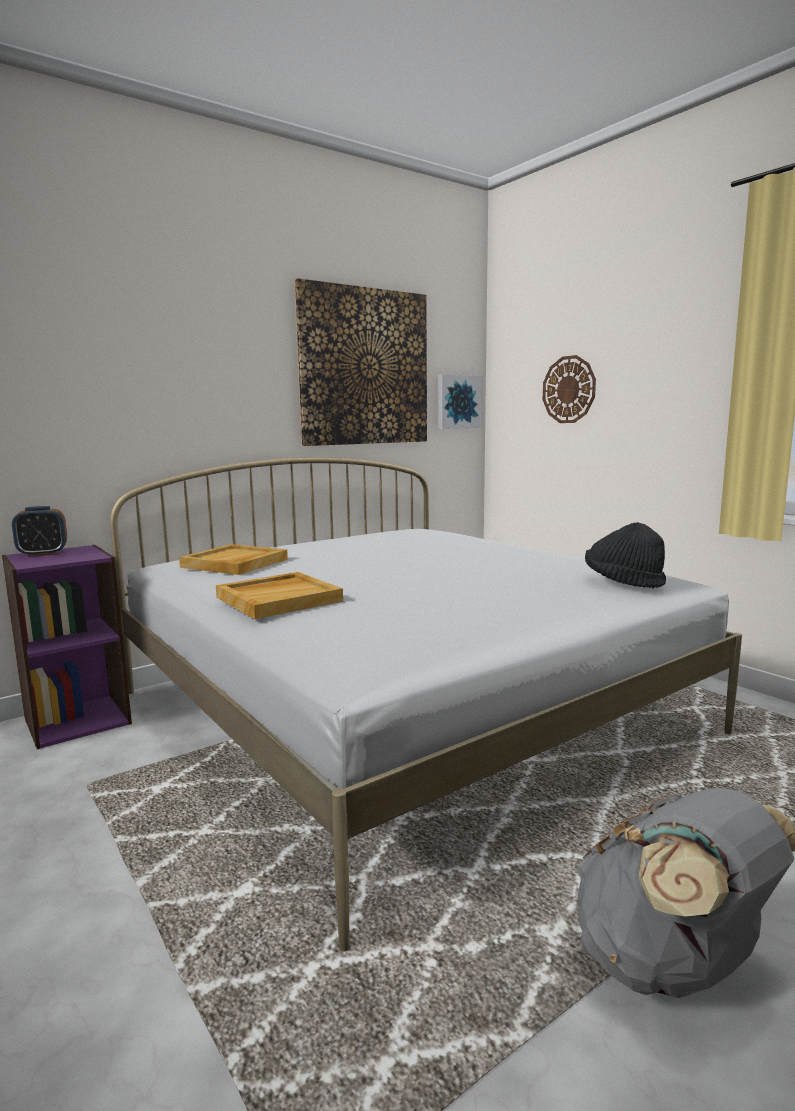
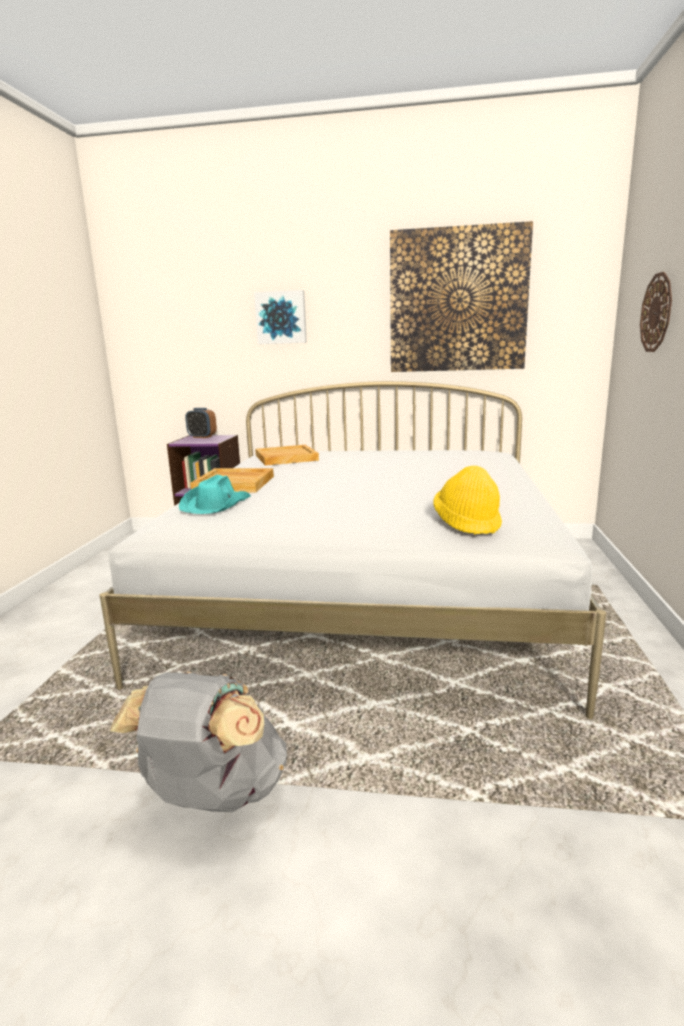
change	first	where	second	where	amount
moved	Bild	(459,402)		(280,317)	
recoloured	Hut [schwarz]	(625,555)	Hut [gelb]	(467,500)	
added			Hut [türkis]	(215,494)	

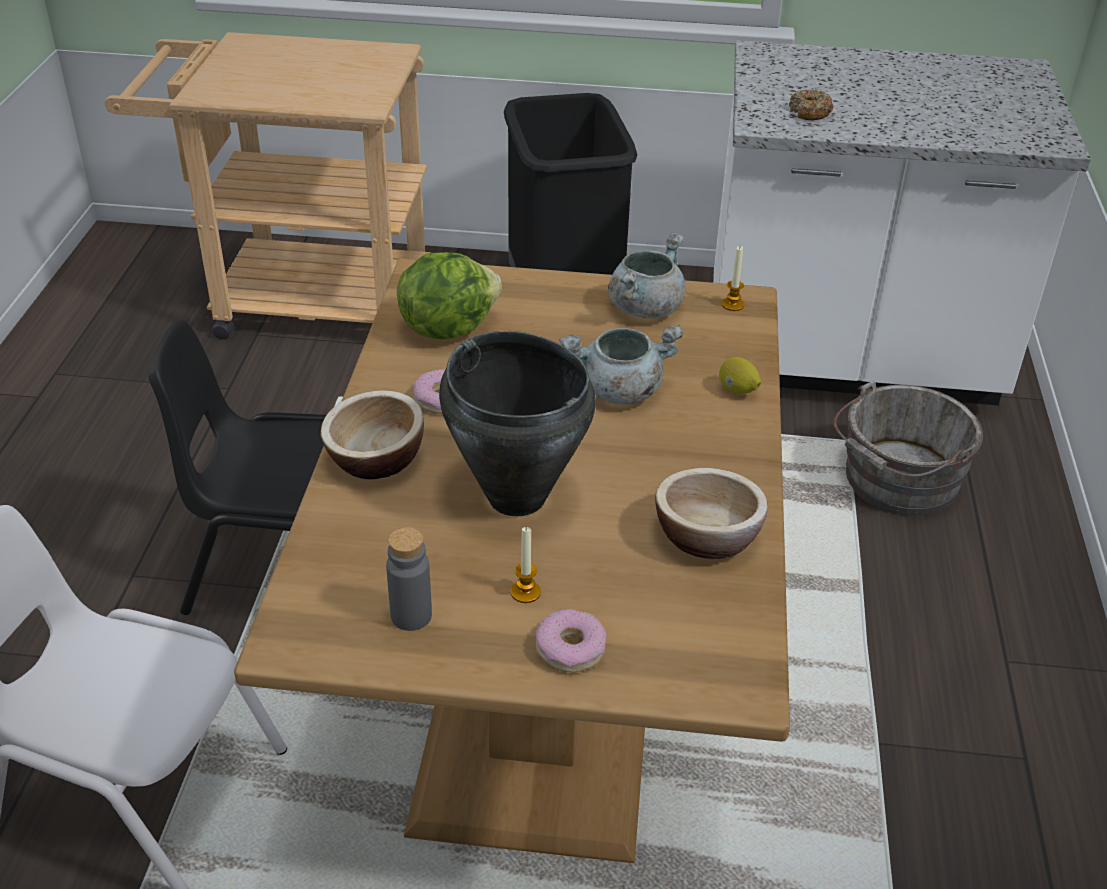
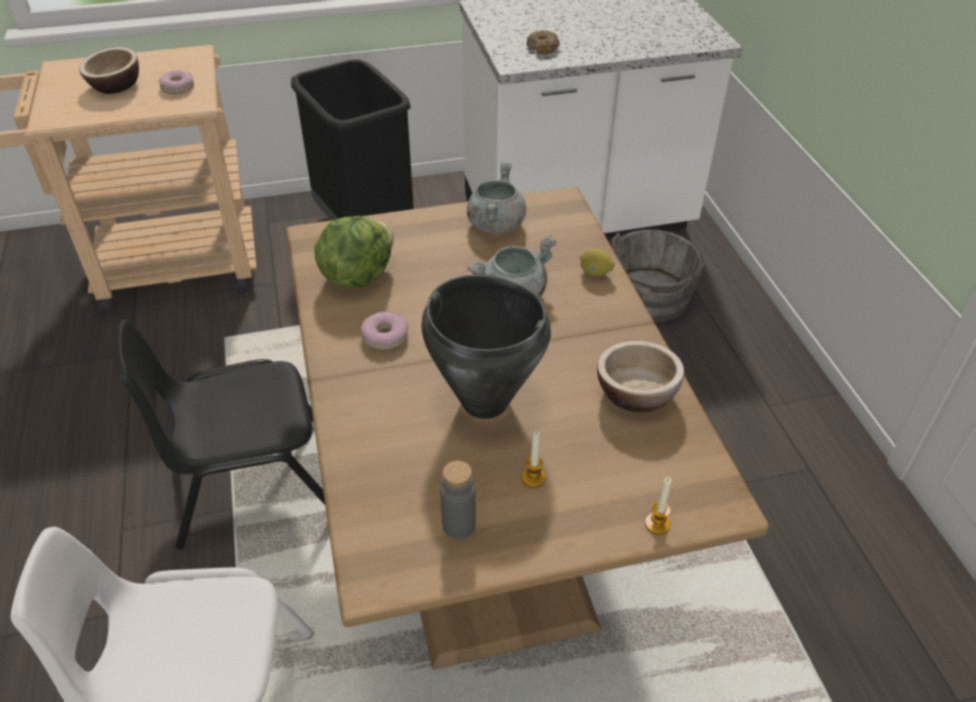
change	first	where	second	where	amount
moved	Kerze	(733,278)		(658,506)	
moved	Schüssel	(372,434)		(109,70)	
moved	Donut	(571,641)		(176,82)	

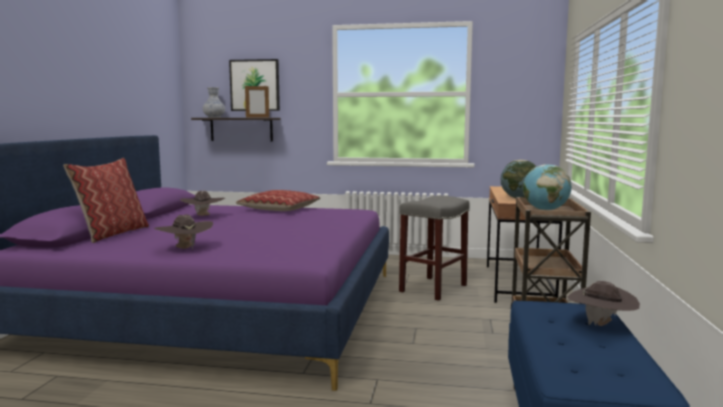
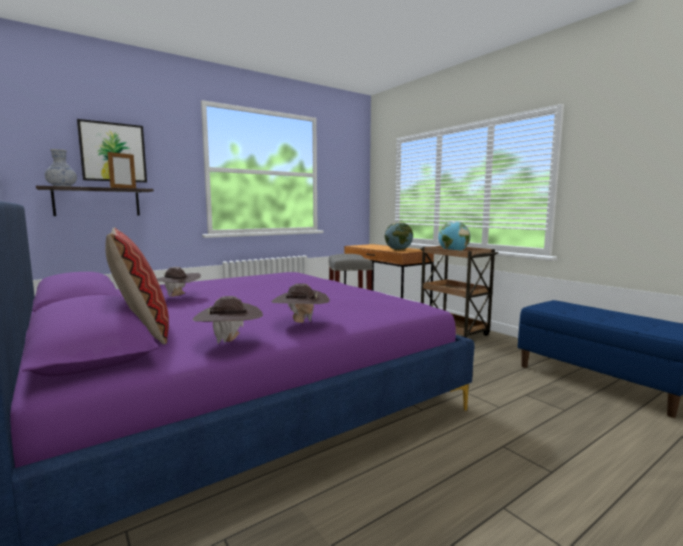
change	first	where	second	where	amount
removed	Kissen	(278,200)			
moved	Hut [braun]	(603,303)		(227,320)	

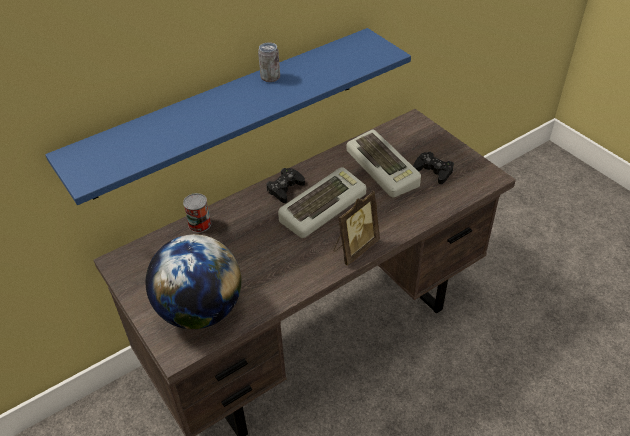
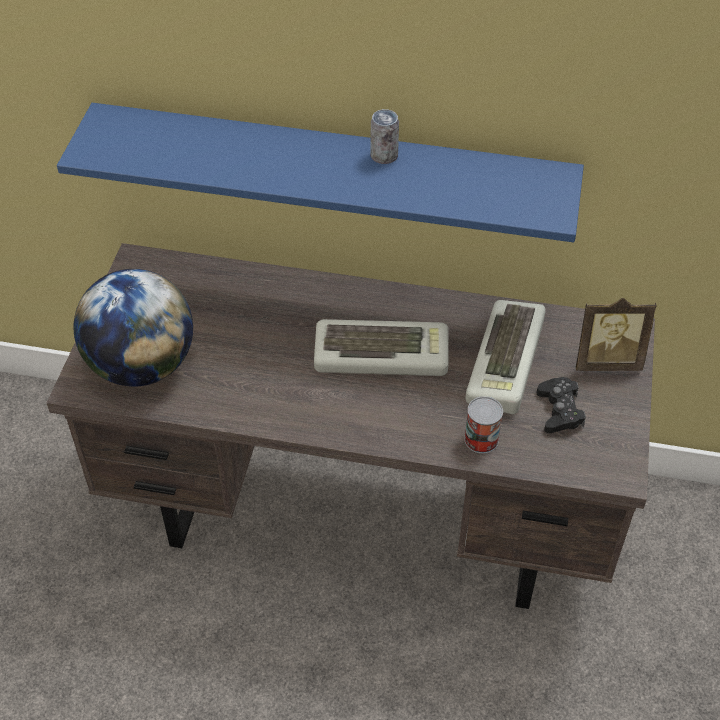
change	first	where	second	where	amount
removed	Gamepad [schwarz]	(285,185)			
moved	Bilderrahmen	(356,228)		(616,334)	
moved	Dose	(197,213)		(483,424)	

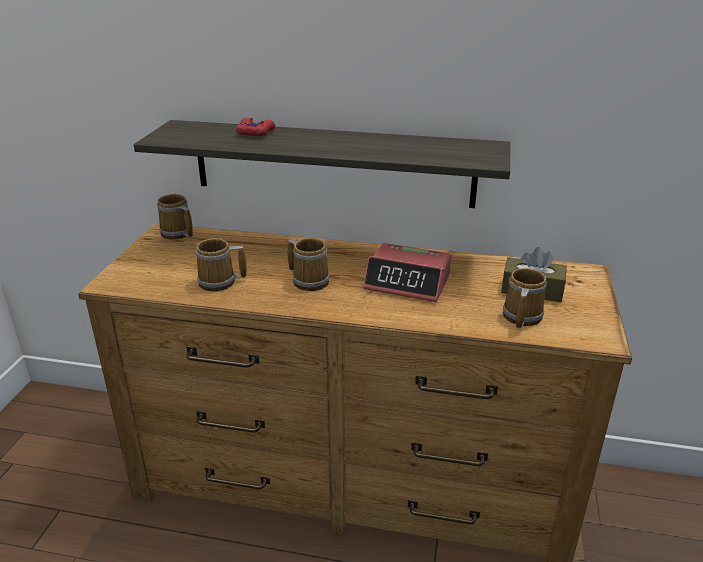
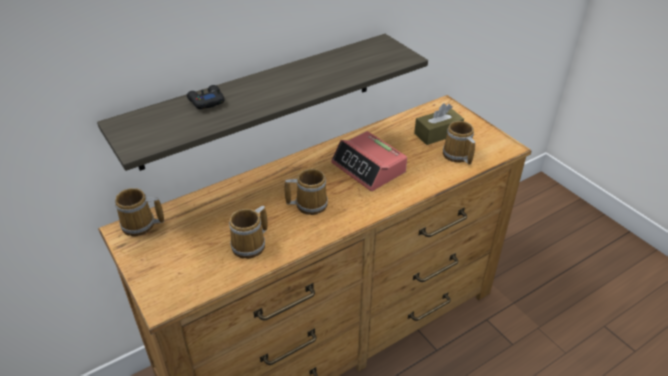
change	first	where	second	where	amount
recoloured	Gamepad [rot]	(255,127)	Gamepad [schwarz]	(205,97)	
turned	Wecker	(407,272)		(369,161)	75 degrees clockwise

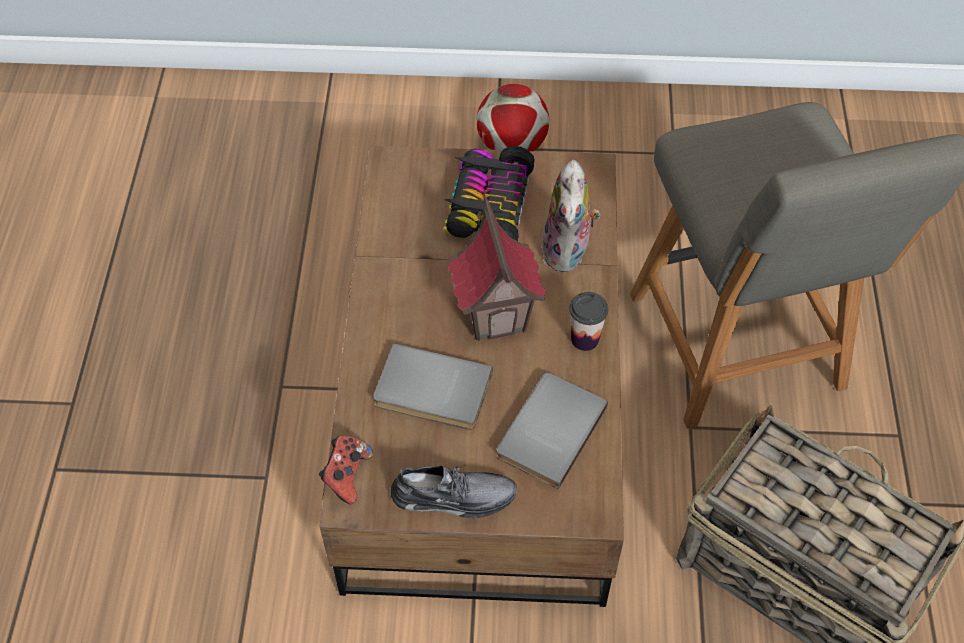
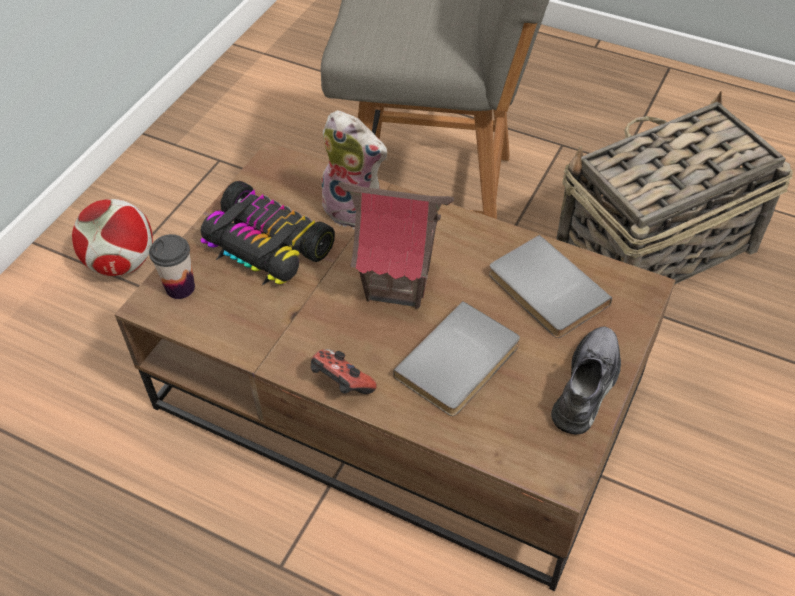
change	first	where	second	where	amount
moved	Tasse	(588,321)		(172,266)	
moved	Gamepad	(346,469)		(344,371)	

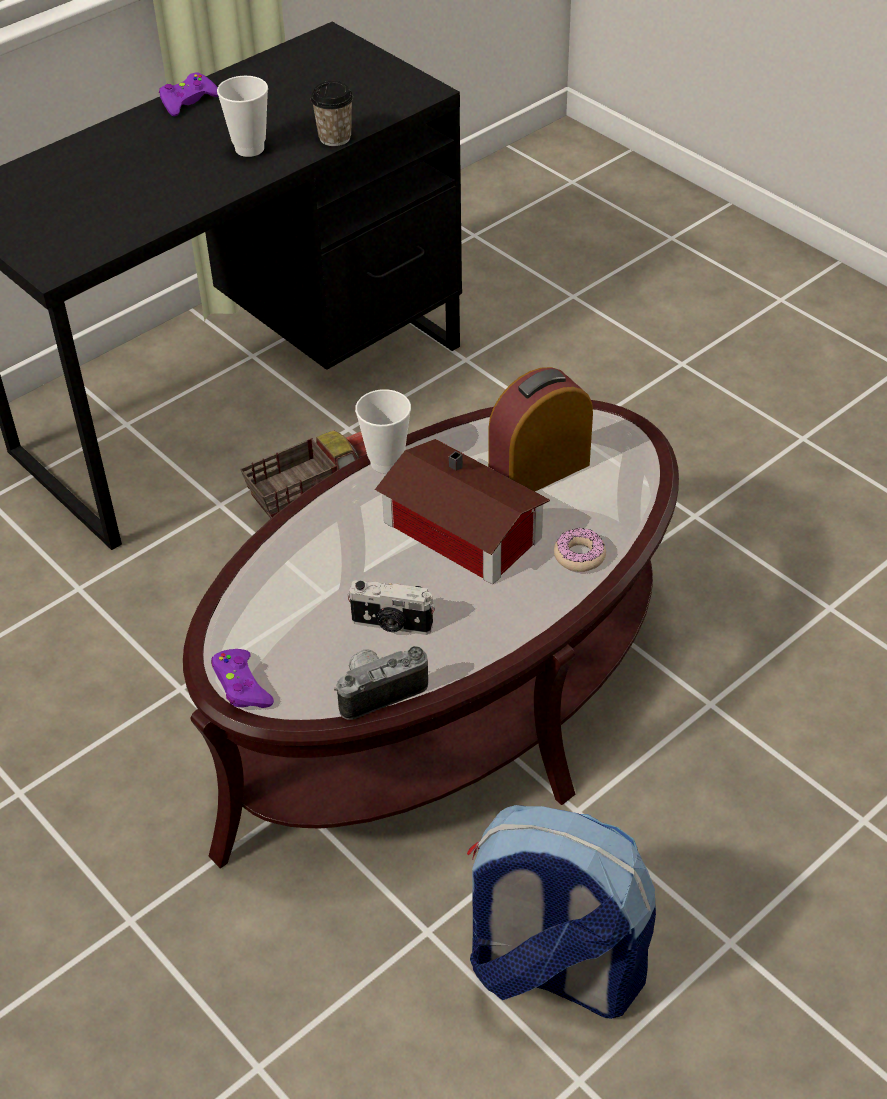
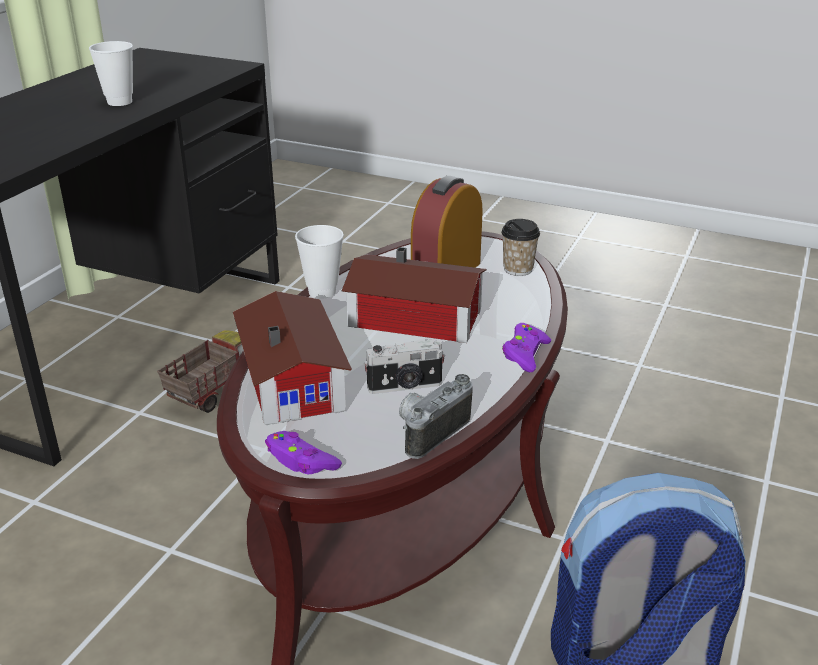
change	first	where	second	where	amount
moved	Gamepad [lila]	(189,94)		(526,347)	
moved	Tasse	(332,113)		(520,247)	
removed	Donut	(580,550)			
added			Spielzeughaus	(292,358)	

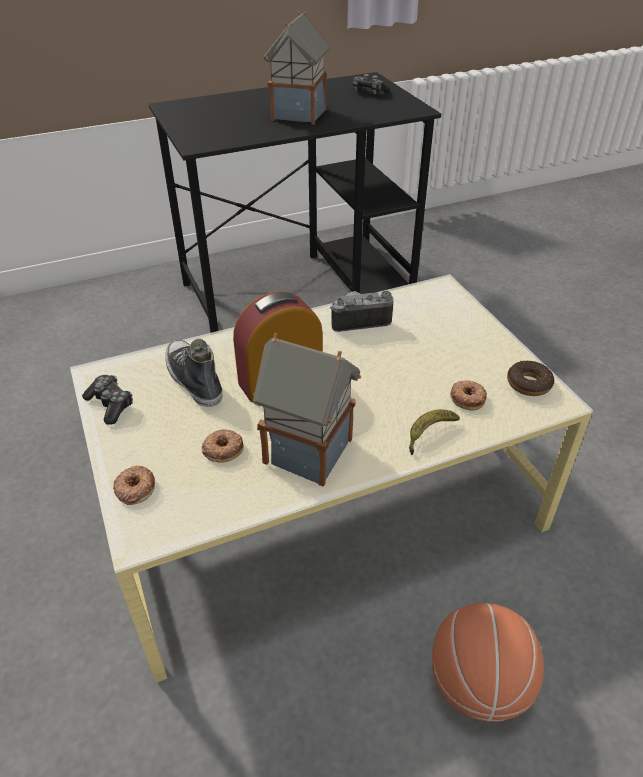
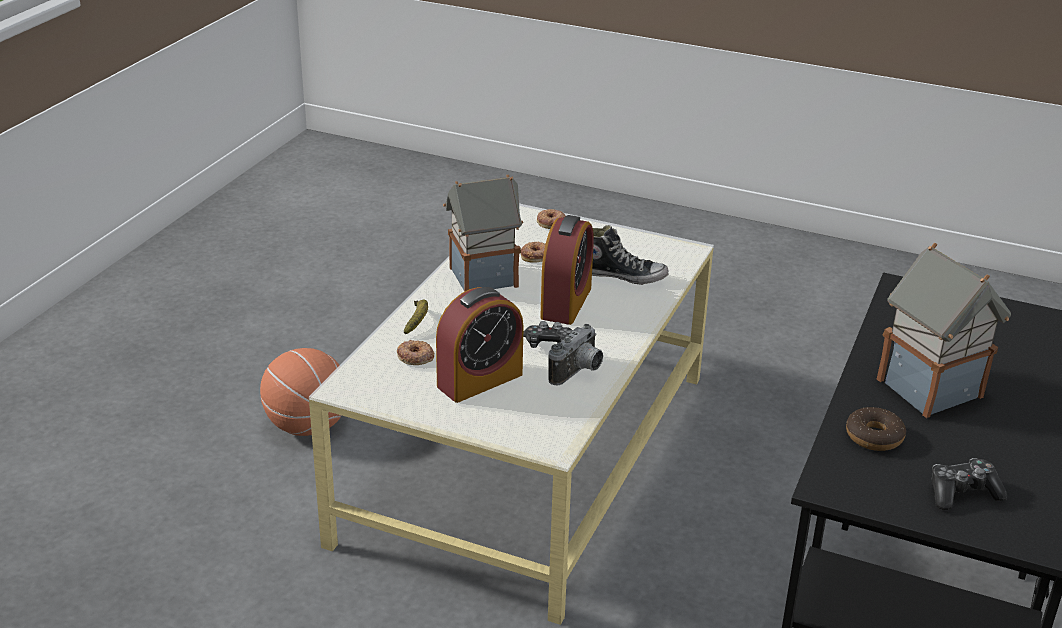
change	first	where	second	where	amount
moved	Donut	(530,378)		(876,429)	
moved	Gamepad	(107,400)		(547,334)	
added			Wecker	(480,345)	

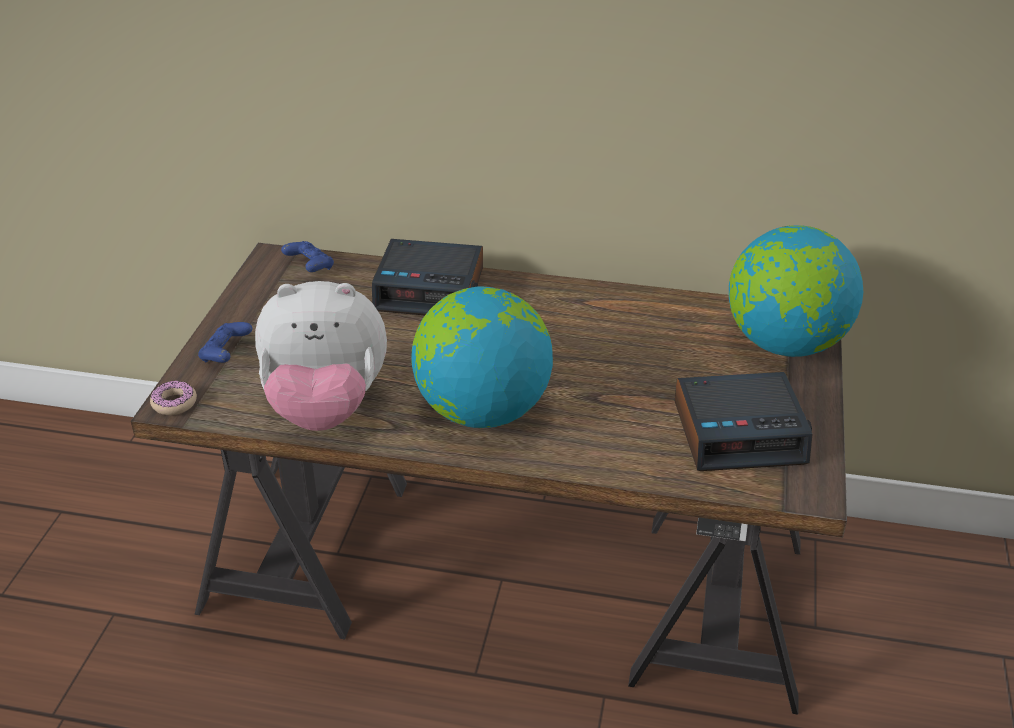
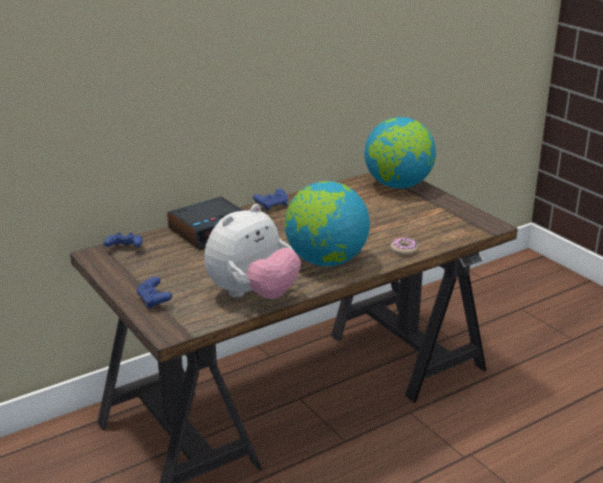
change	first	where	second	where	amount
removed	Wecker	(744,421)			
moved	Donut	(173,398)		(404,246)	
added			Gamepad [blau]	(270,199)	

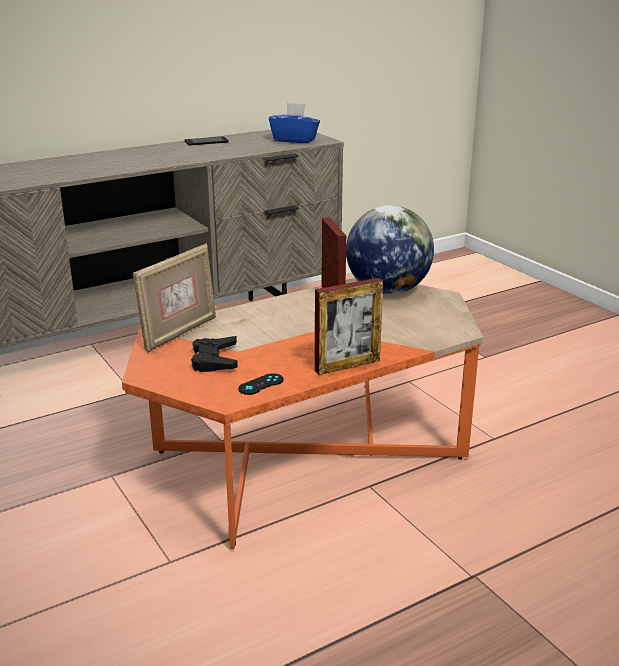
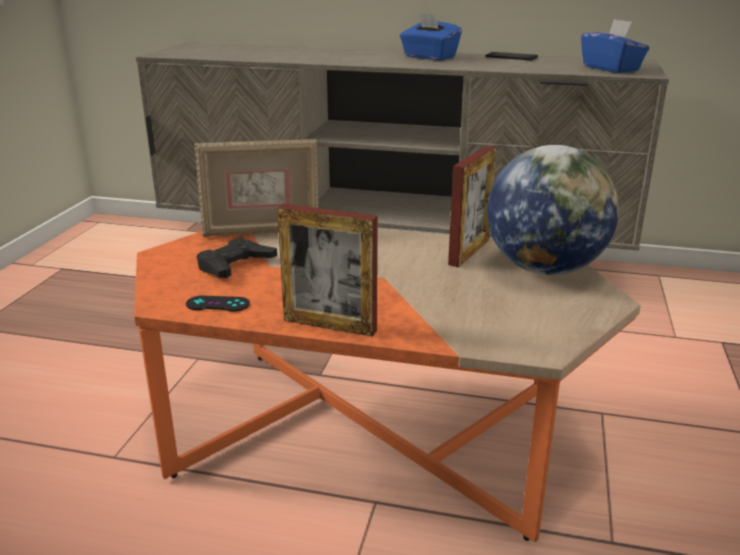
change	first	where	second	where	amount
added			Taschentuchbox [blau]	(431,36)	

